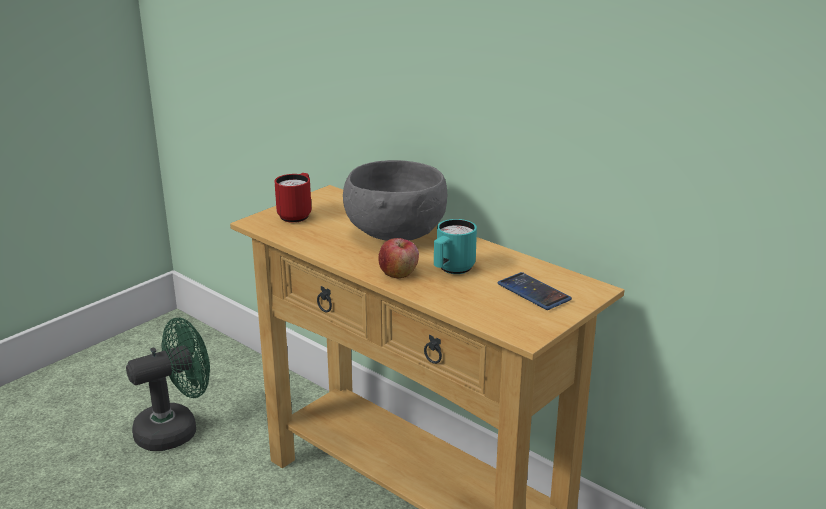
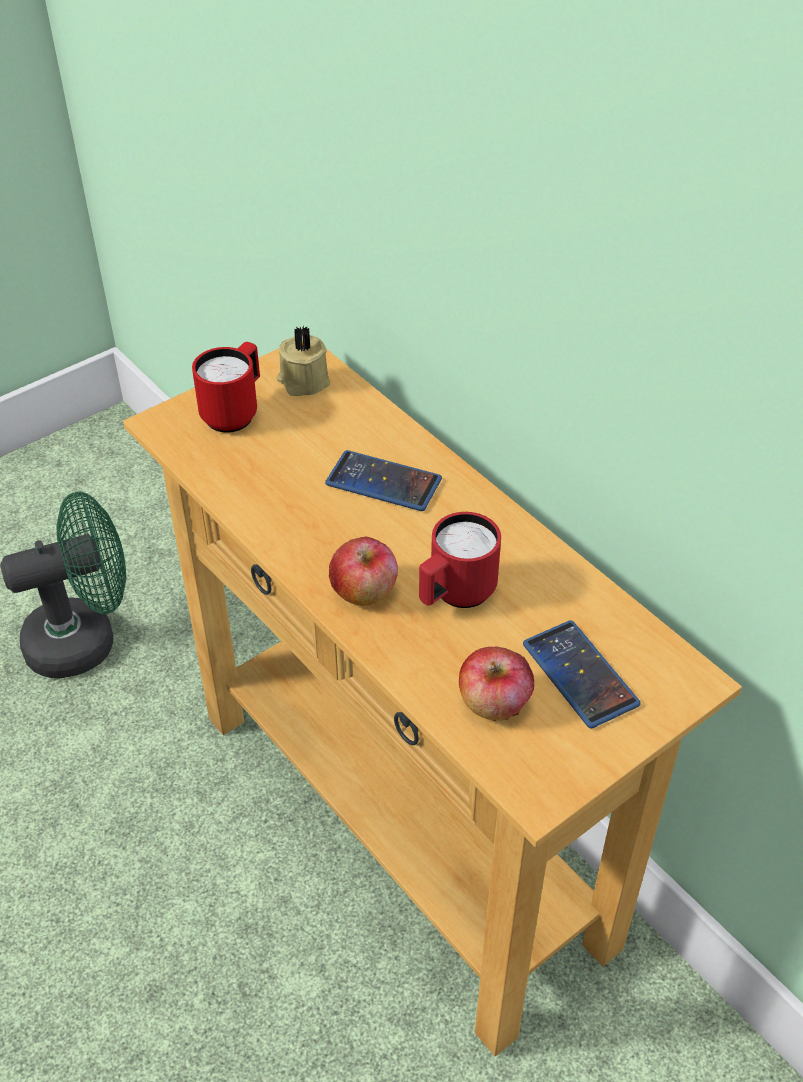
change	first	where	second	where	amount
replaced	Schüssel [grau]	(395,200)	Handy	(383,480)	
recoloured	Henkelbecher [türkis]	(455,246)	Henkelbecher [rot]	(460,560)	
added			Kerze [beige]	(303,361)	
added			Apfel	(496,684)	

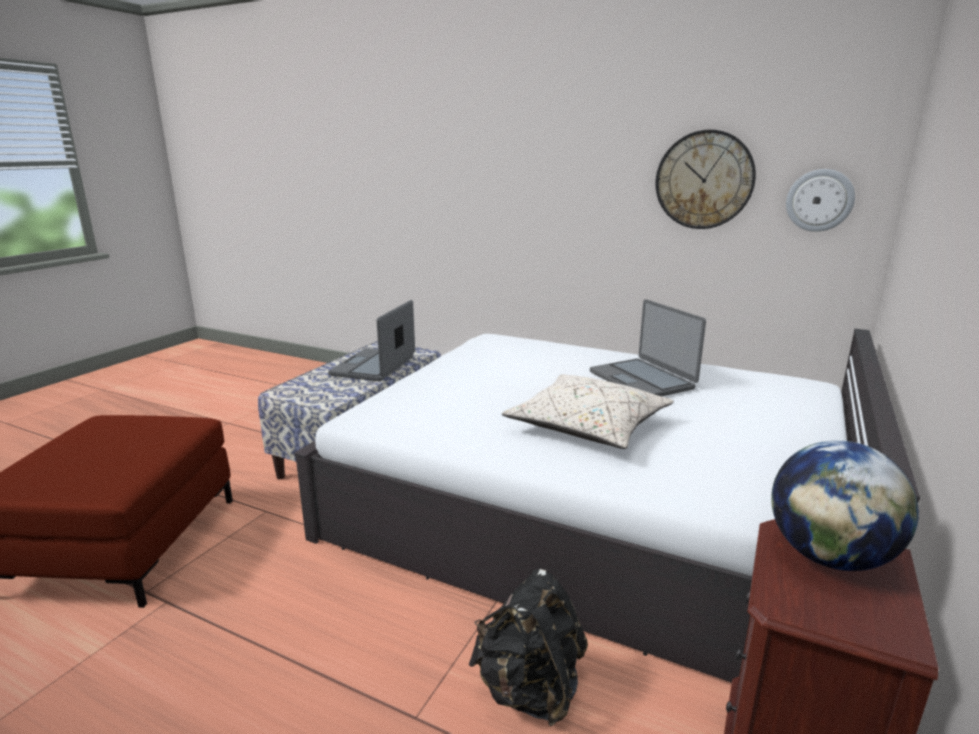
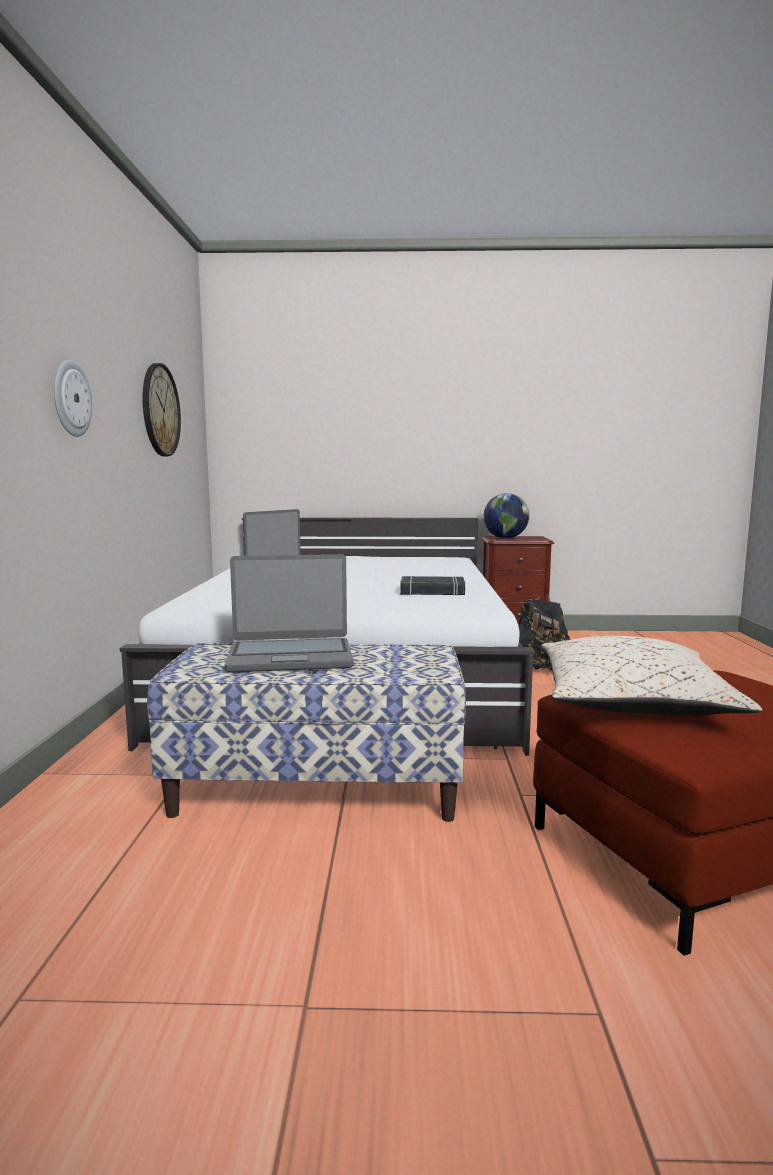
change	first	where	second	where	amount
moved	Wanduhr	(820,200)		(73,398)	
moved	Kissen [beige]	(588,411)		(652,676)	
added			Buch [schwarz]	(432,586)	

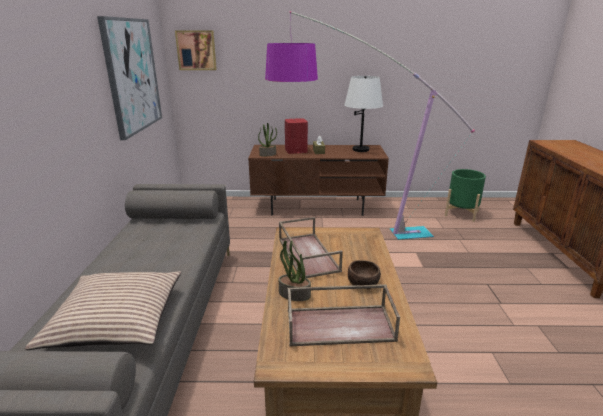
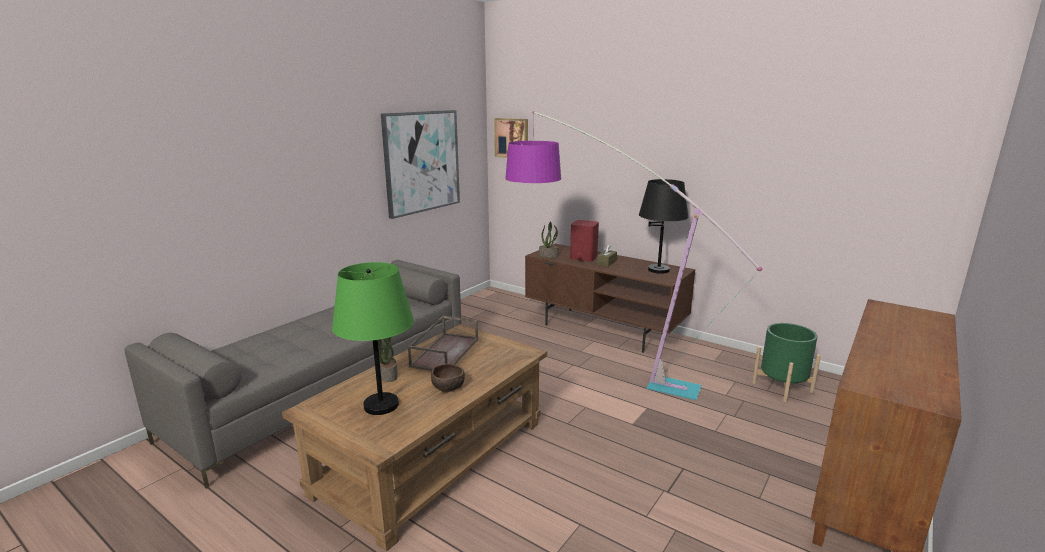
change	first	where	second	where	amount
recoloured	Tischlampe [weiß]	(363,114)	Tischlampe [schwarz]	(663,226)	
removed	Kissen	(103,310)			
replaced	Tablett [braun]	(344,315)	Tischlampe [grün]	(373,338)	

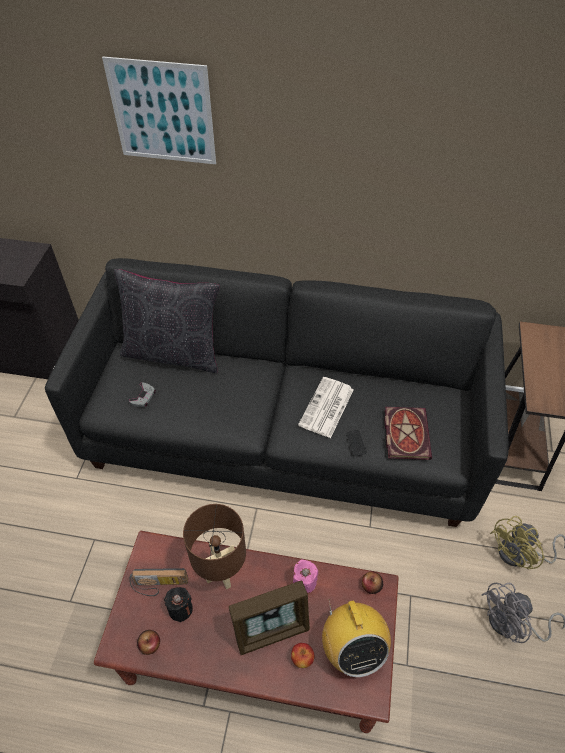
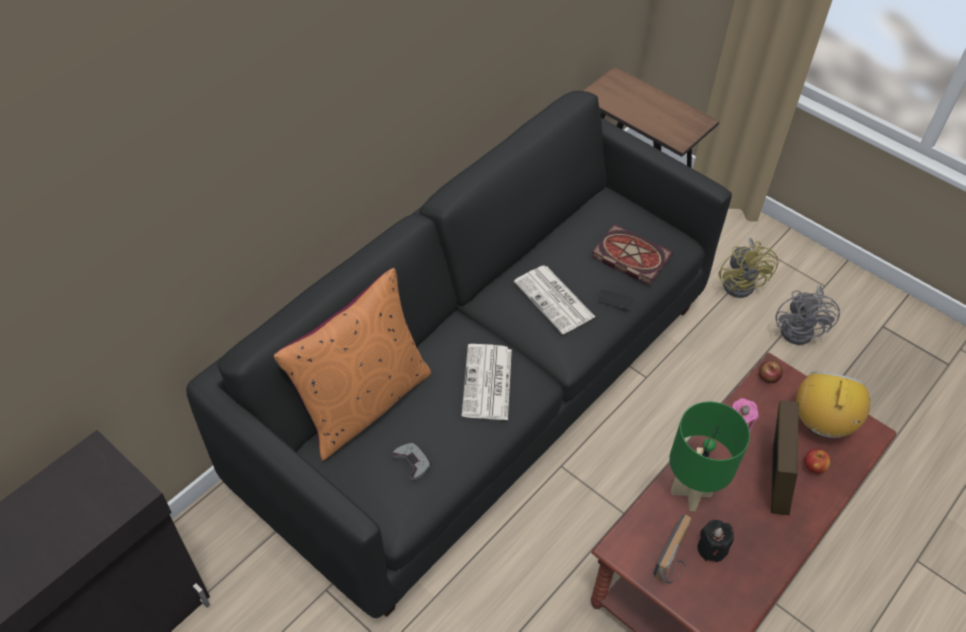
change	first	where	second	where	amount
removed	Bild	(159,110)			
recoloured	Kissen [schwarz]	(167,321)	Kissen [orange]	(352,364)	
recoloured	Tischlampe [braun]	(214,546)	Tischlampe [grün]	(709,456)	
turned	Radio	(356,638)		(833,405)	90 degrees counterclockwise
removed	Apfel	(148,642)			
added			Zeitung	(487,382)	

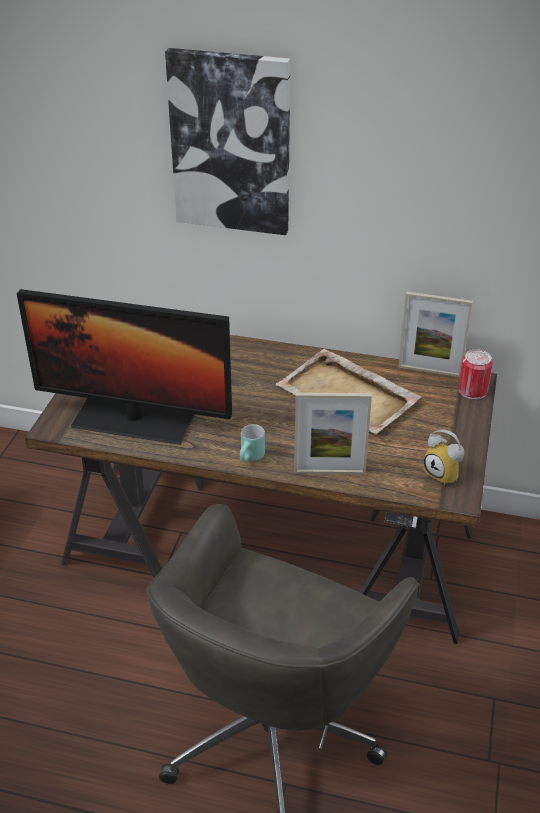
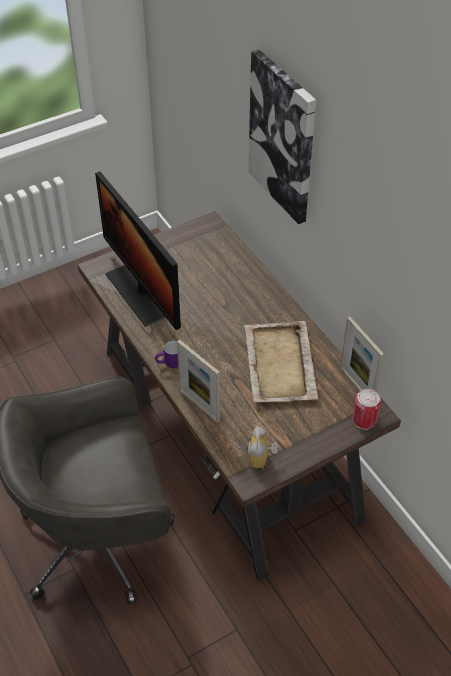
change	first	where	second	where	amount
recoloured	Henkelbecher [türkis]	(252,443)	Henkelbecher [lila]	(166,354)	

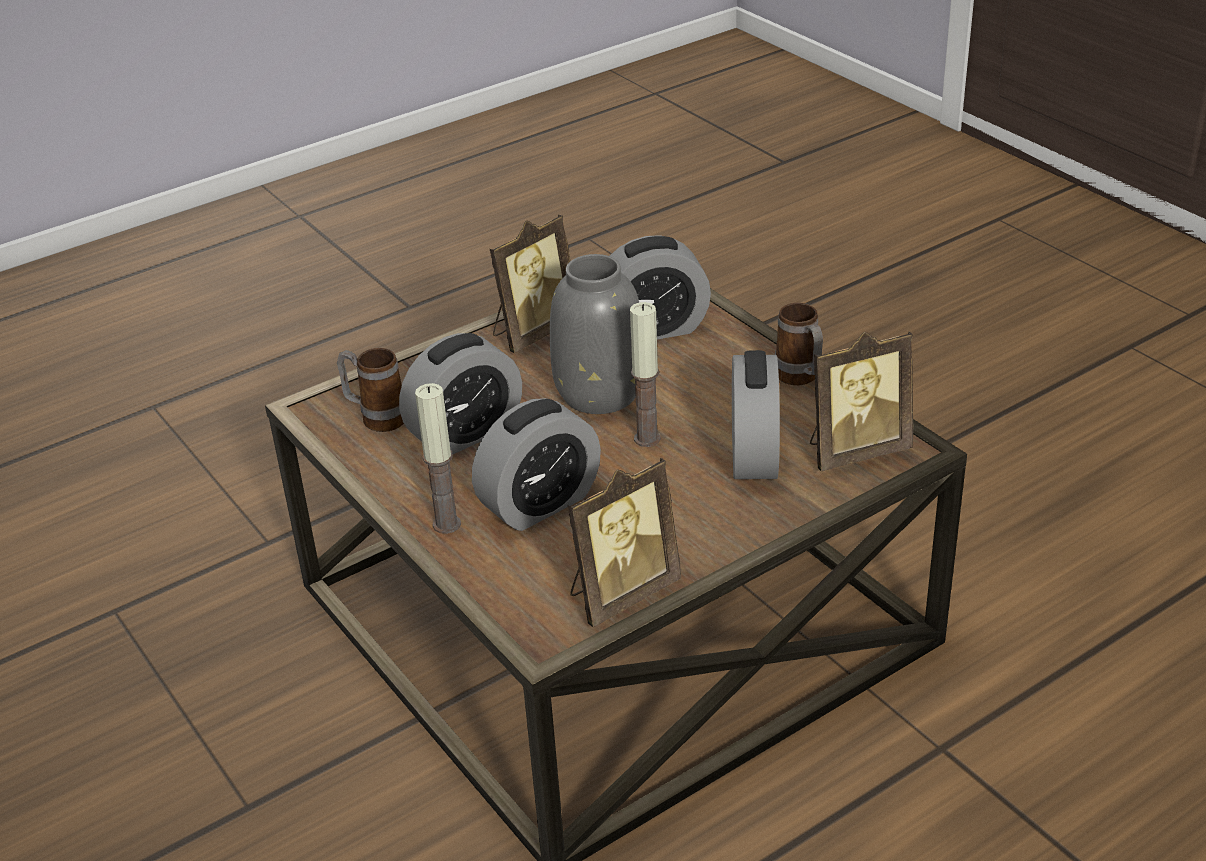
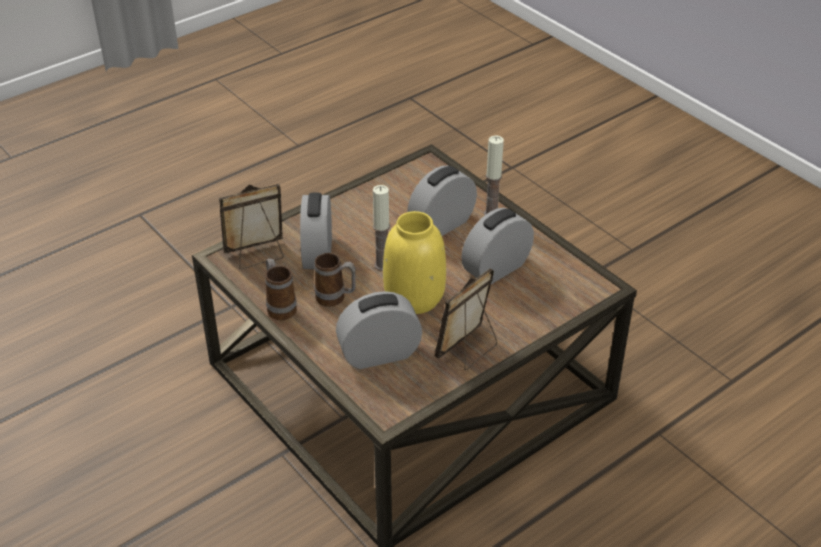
change	first	where	second	where	amount
recoloured	Vase [grau]	(594,334)	Vase [gelb]	(414,262)	
moved	Henkelbecher	(370,390)		(335,280)	
removed	Bilderrahmen	(624,542)			

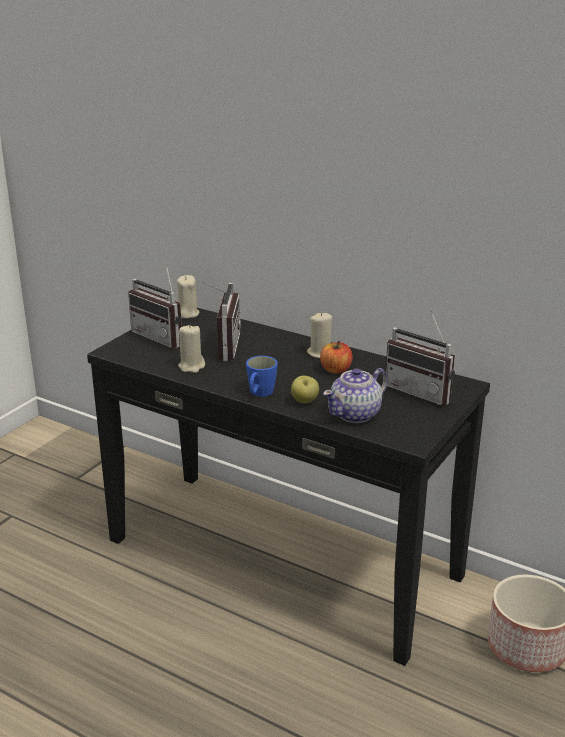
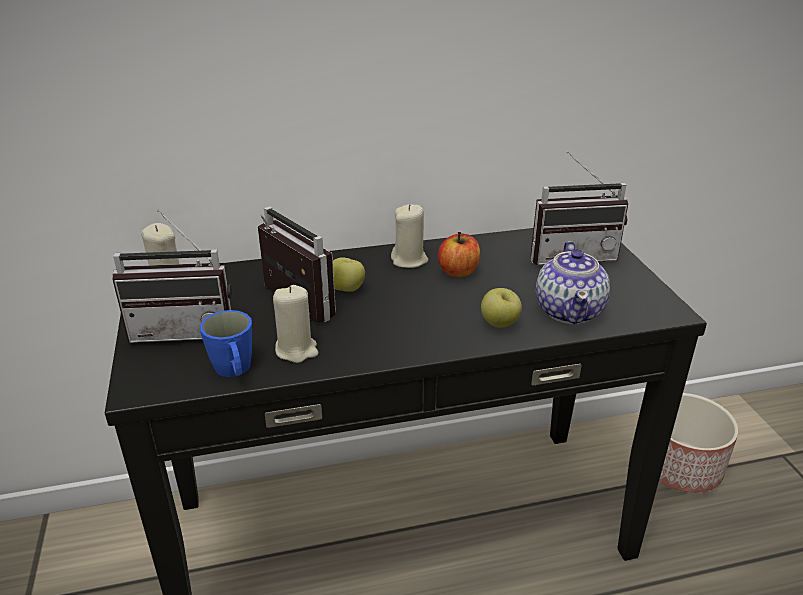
change	first	where	second	where	amount
moved	Henkelbecher [blau]	(262,376)		(226,343)	
added			Apfel	(349,274)	

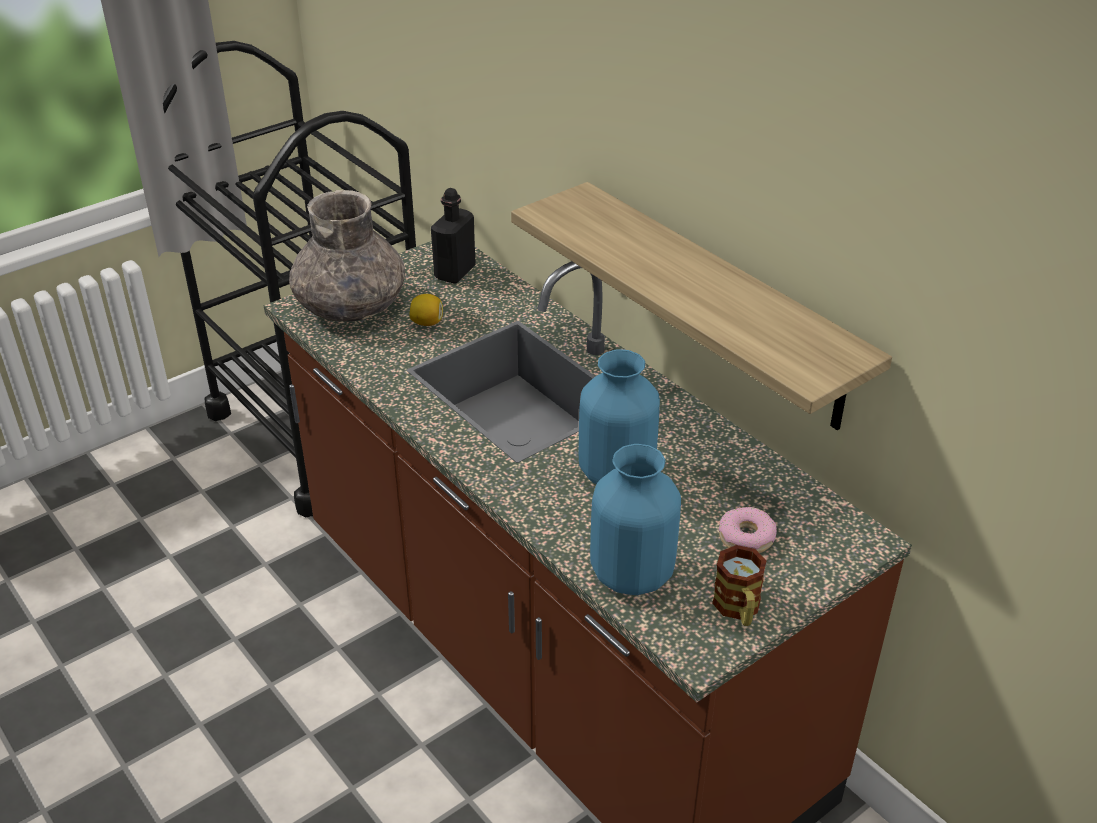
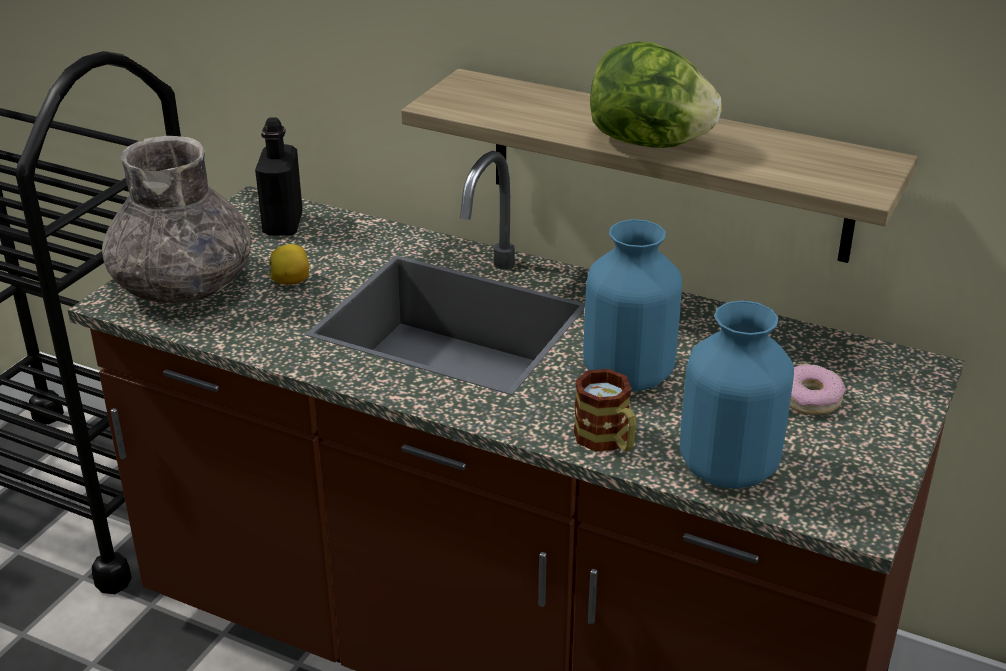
change	first	where	second	where	amount
moved	Henkelbecher	(739,585)		(604,410)	
added			Salatkopf	(656,94)	

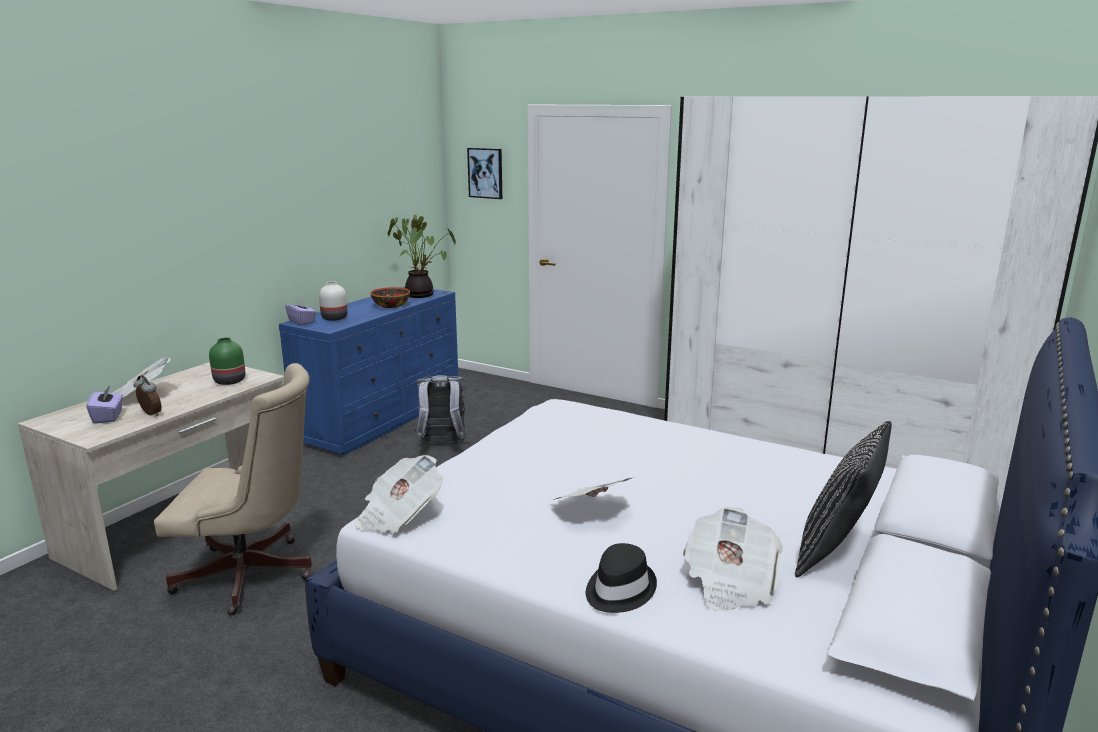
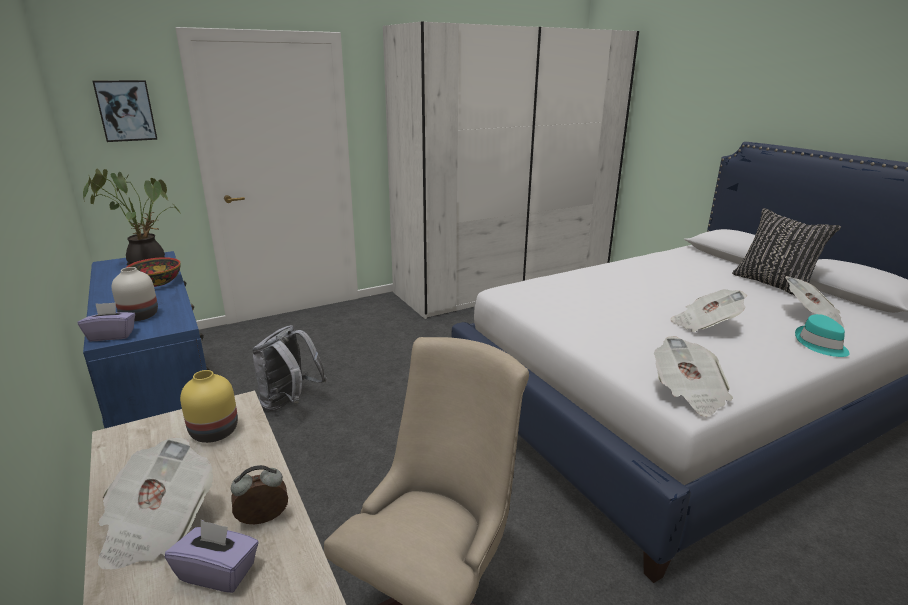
change	first	where	second	where	amount
recoloured	Vase [grün]	(227,361)	Vase [gelb]	(209,406)	
recoloured	Hut [schwarz]	(621,578)	Hut [türkis]	(822,335)	

